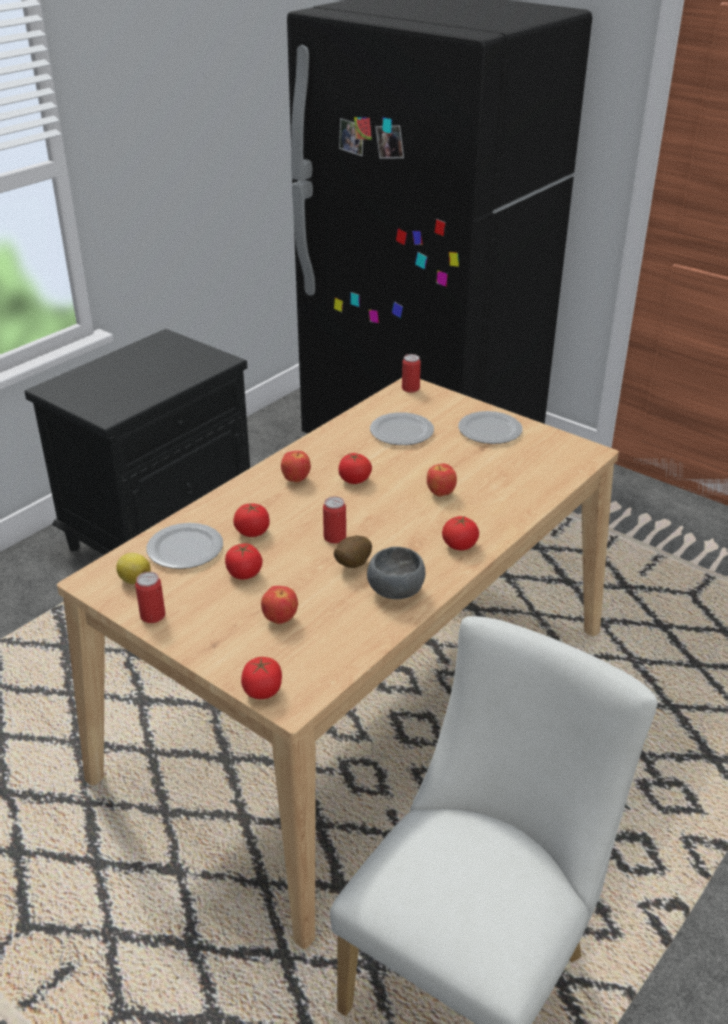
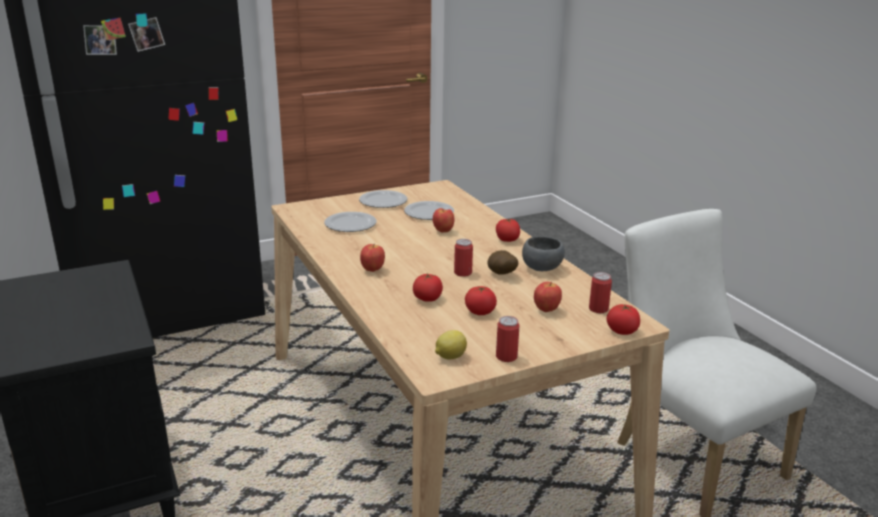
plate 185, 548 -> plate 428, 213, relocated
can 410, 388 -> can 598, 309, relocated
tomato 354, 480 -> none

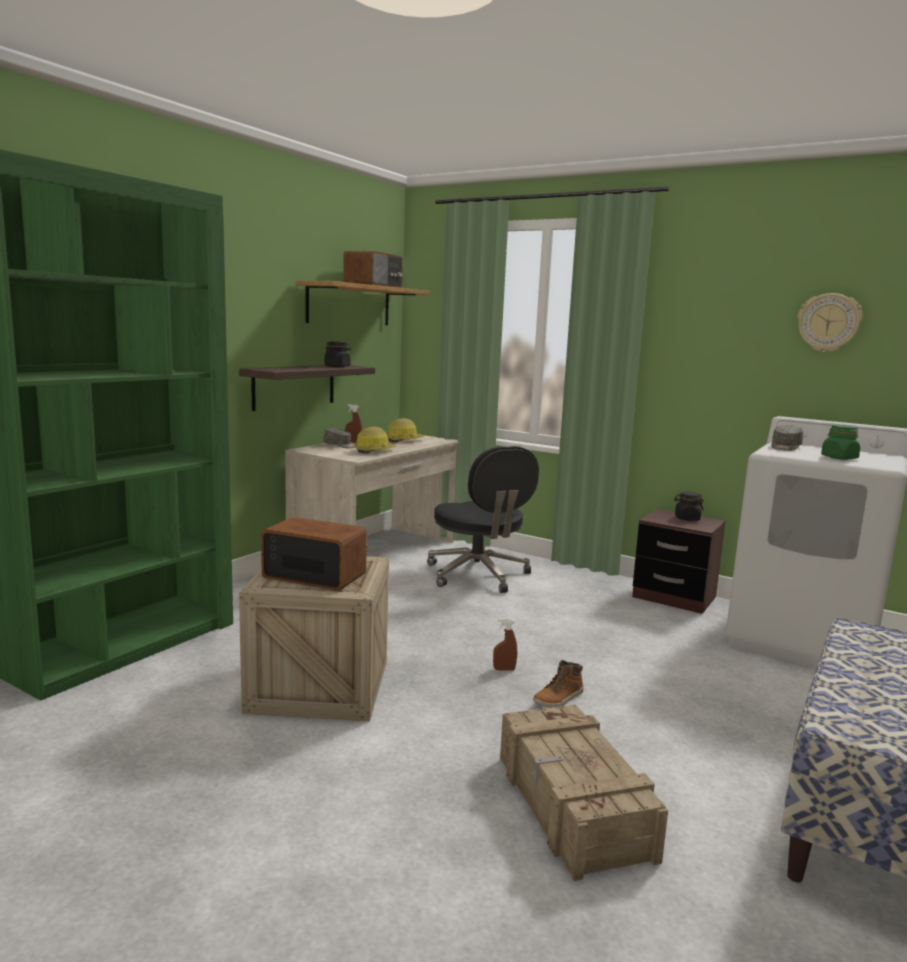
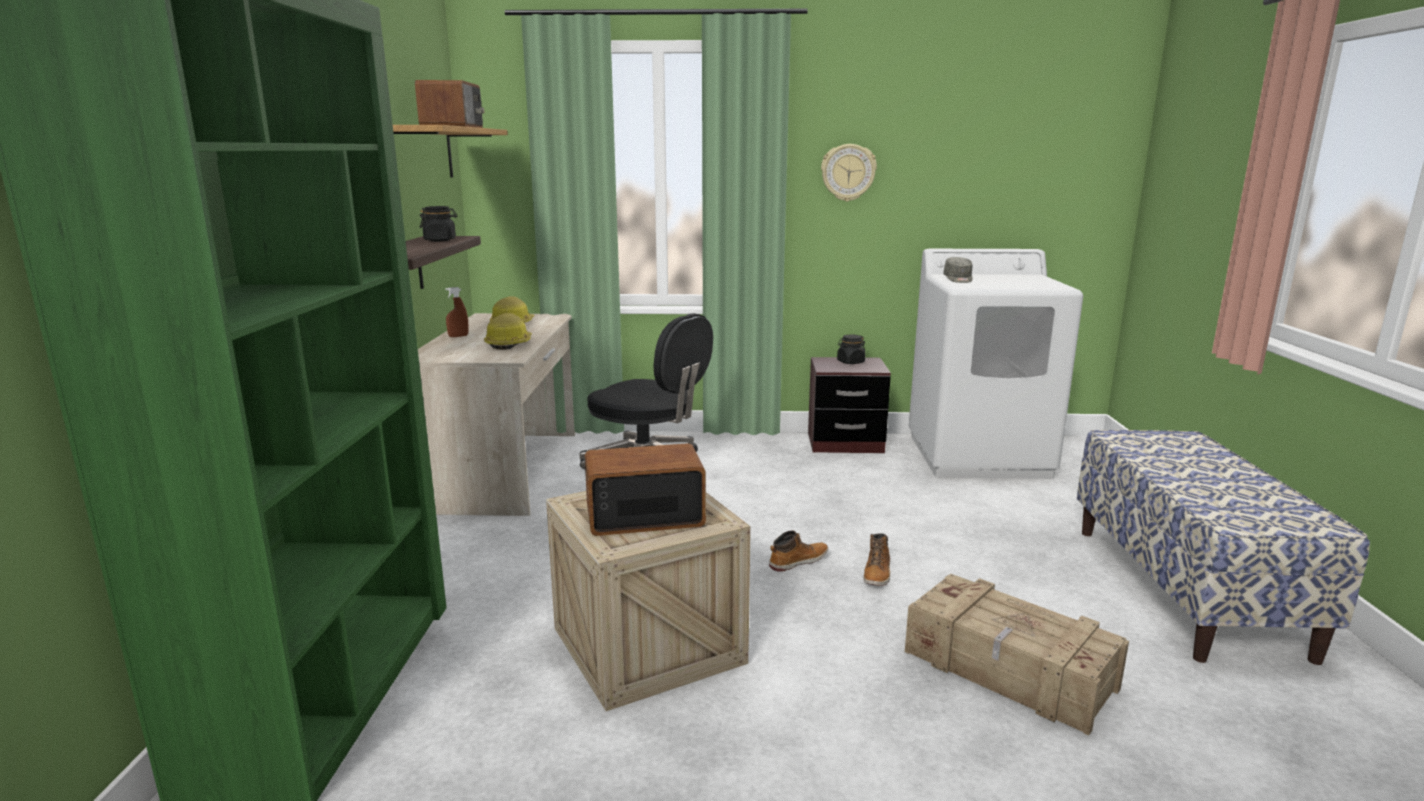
brown spray bottle 504, 669 -> boot 798, 561
wall clock 828, 323 -> wall clock 848, 172, relocated
grey cap 340, 446 -> none
green jar 839, 458 -> none

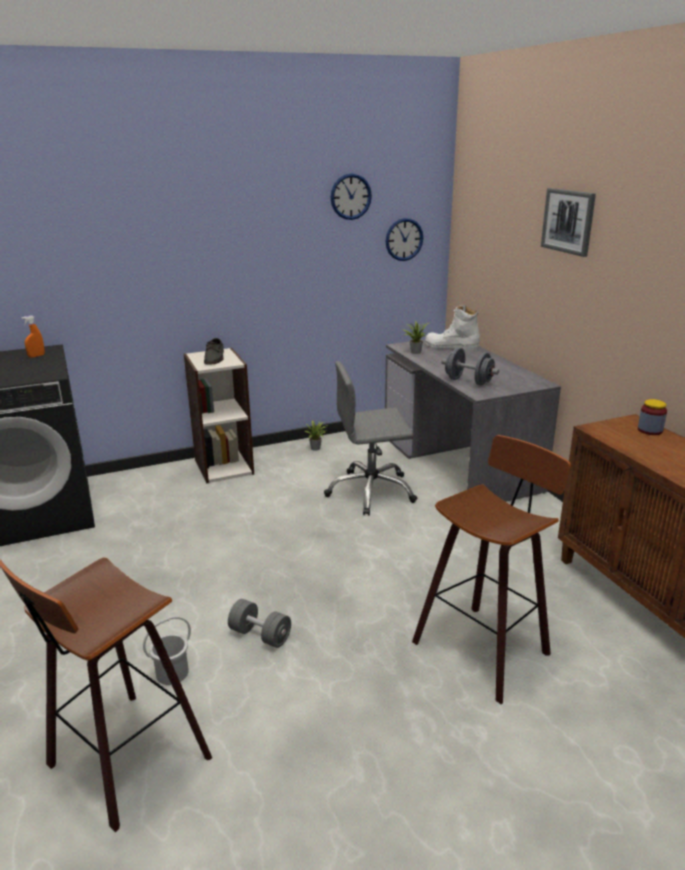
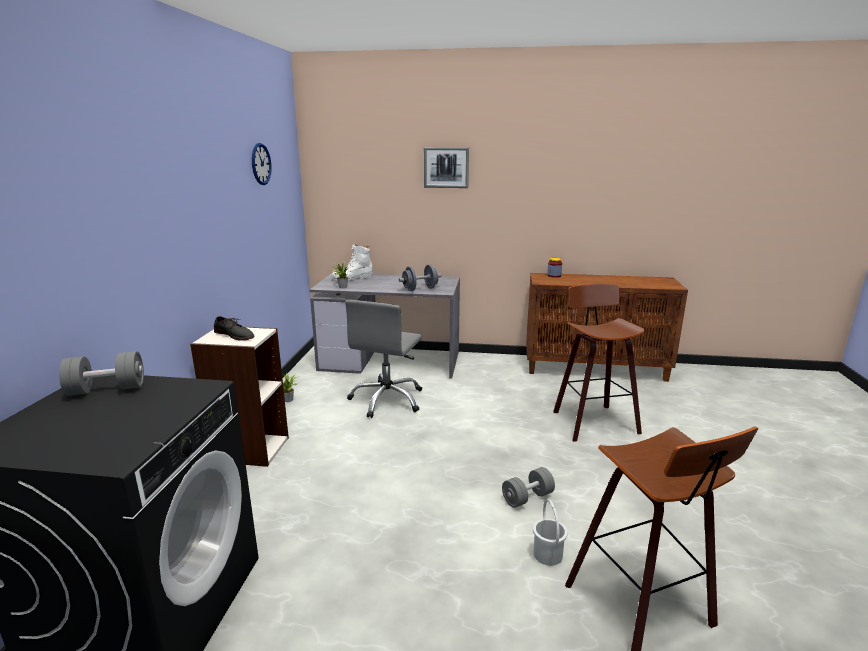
orange spray bottle 36, 356 -> grey dumbbell 107, 389
wall clock 404, 239 -> none

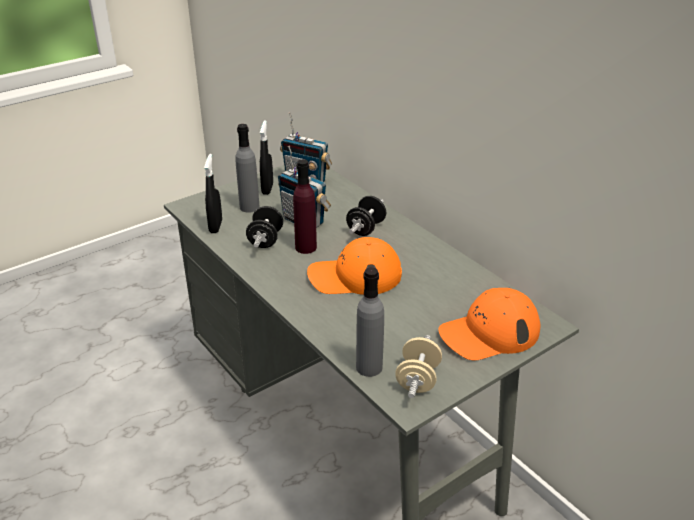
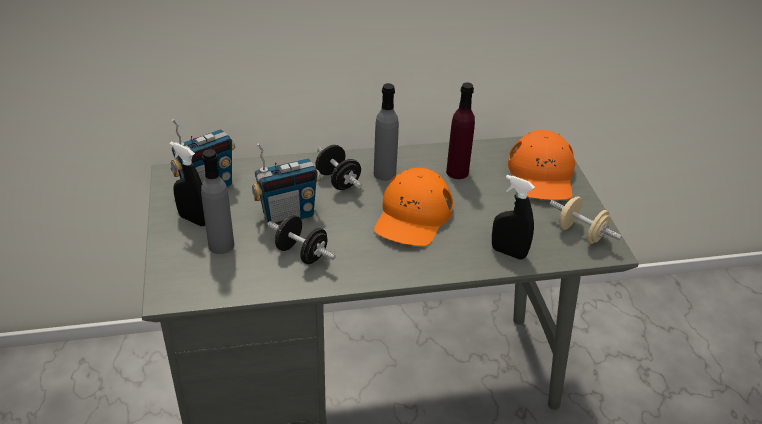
grey bottle 369, 367 -> grey bottle 384, 173, relocated
purple bottle 306, 247 -> purple bottle 457, 172, relocated
black spray bottle 215, 226 -> black spray bottle 508, 252, relocated

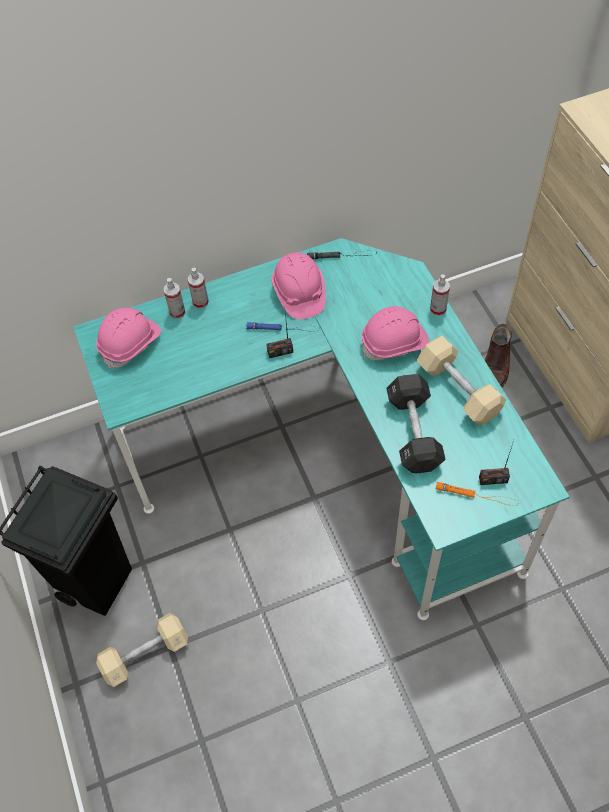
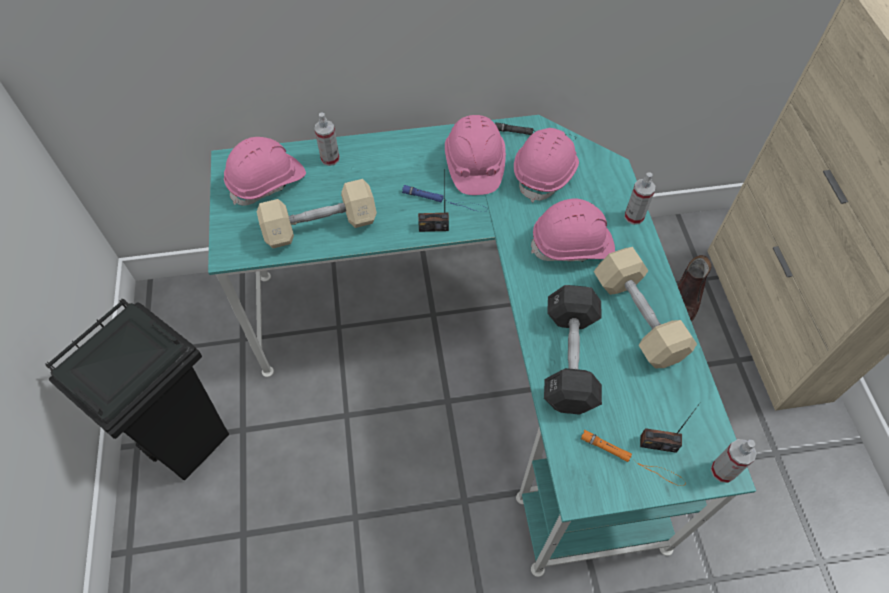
beige dumbbell 145, 654 -> beige dumbbell 320, 226, relocated
none -> pink hard hat 545, 173
spray bottle 200, 302 -> spray bottle 723, 471, relocated

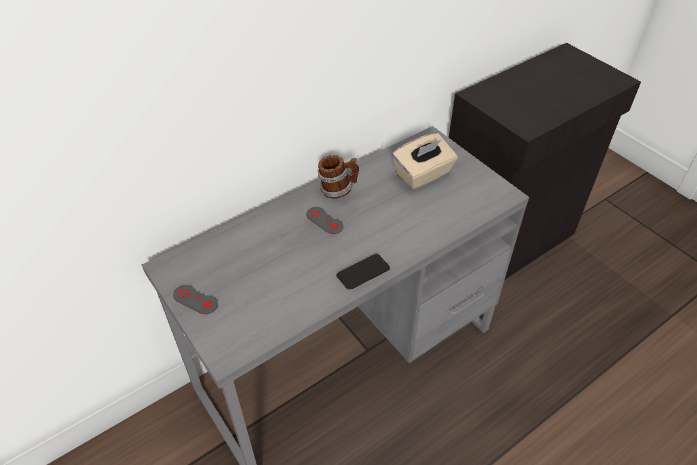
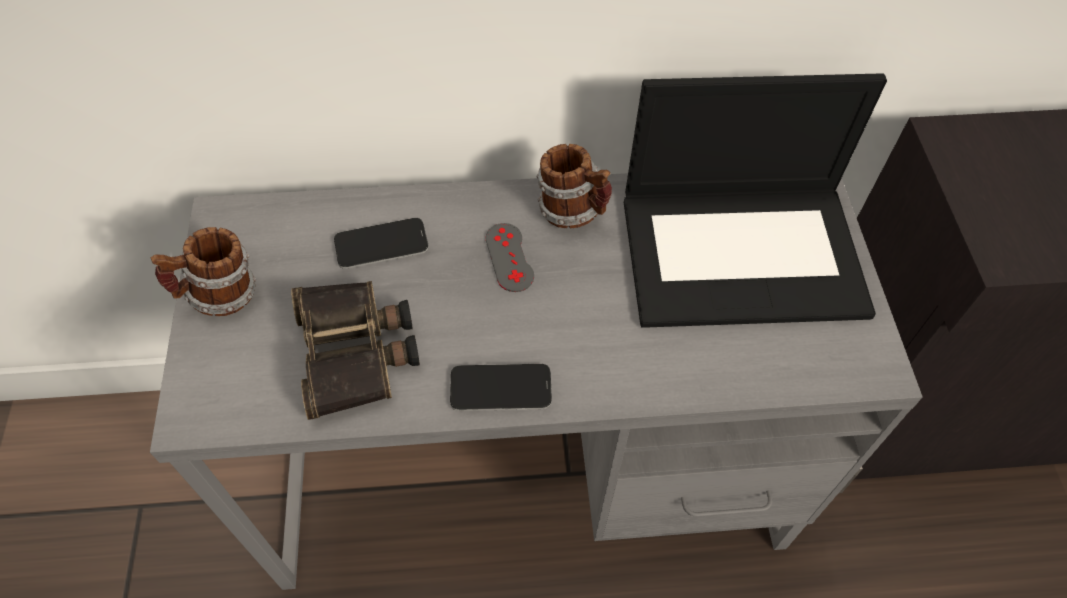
grey game controller 195, 299 -> mug 220, 296
none -> binoculars 357, 352
none -> phone 381, 244
beige tissue box 423, 175 -> laptop 744, 252

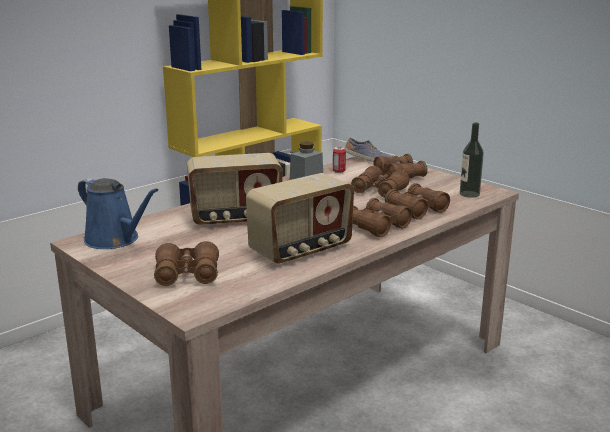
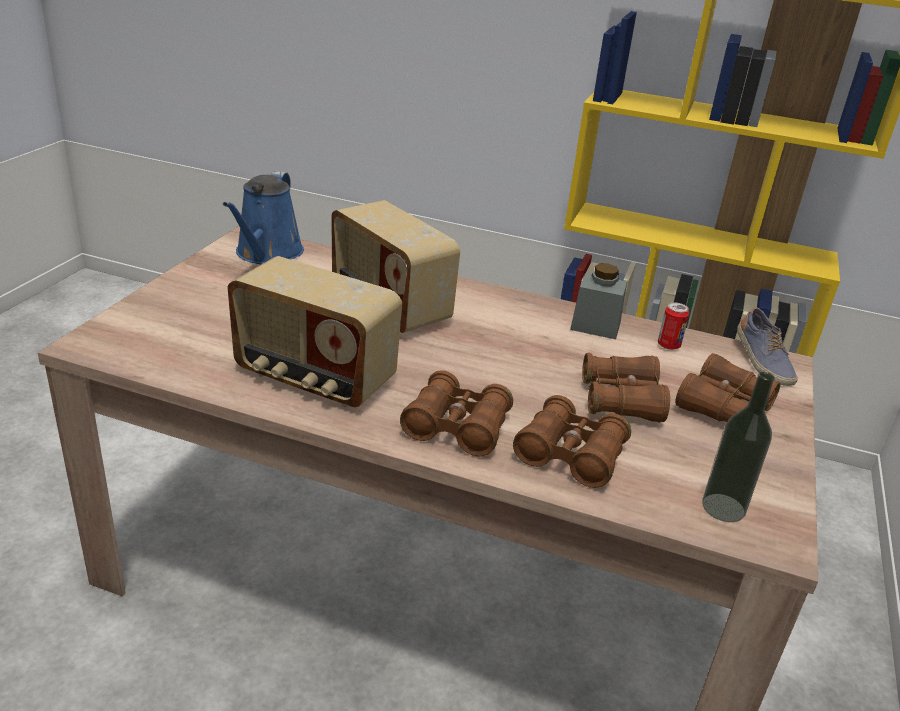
brown binoculars 187, 275 -> none

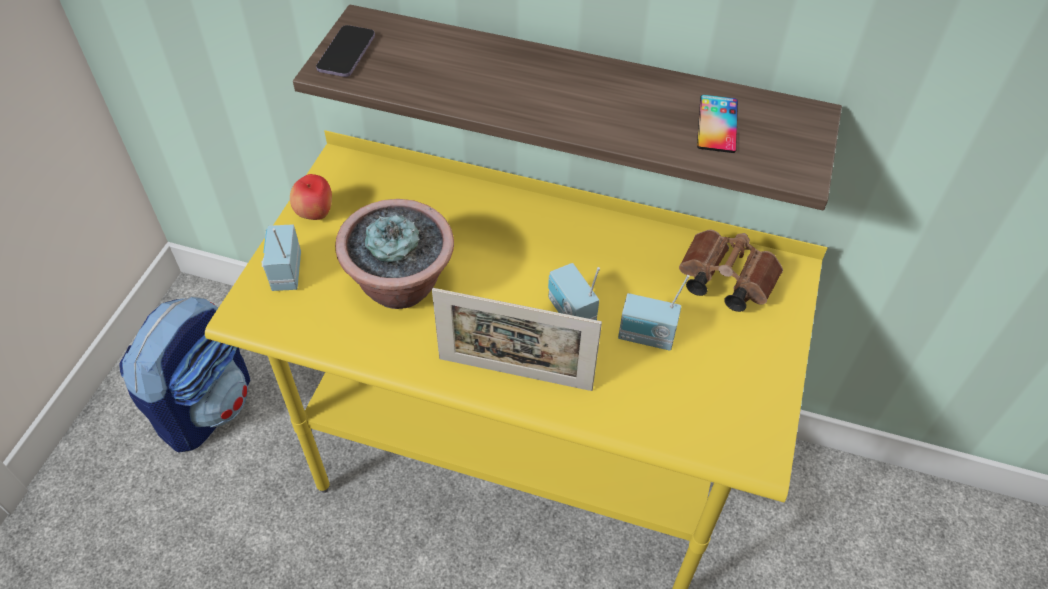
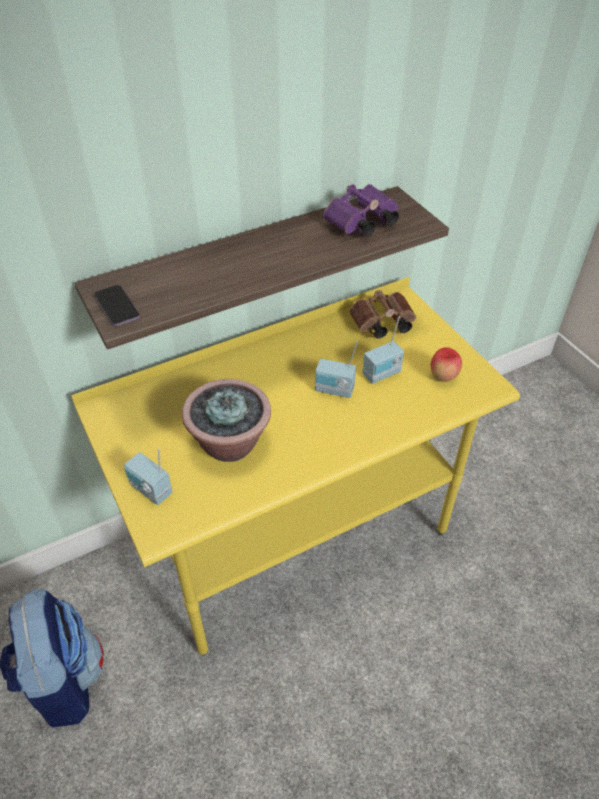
phone 717, 124 -> purple binoculars 361, 224
apple 315, 214 -> apple 443, 377, relocated
picture frame 515, 374 -> none

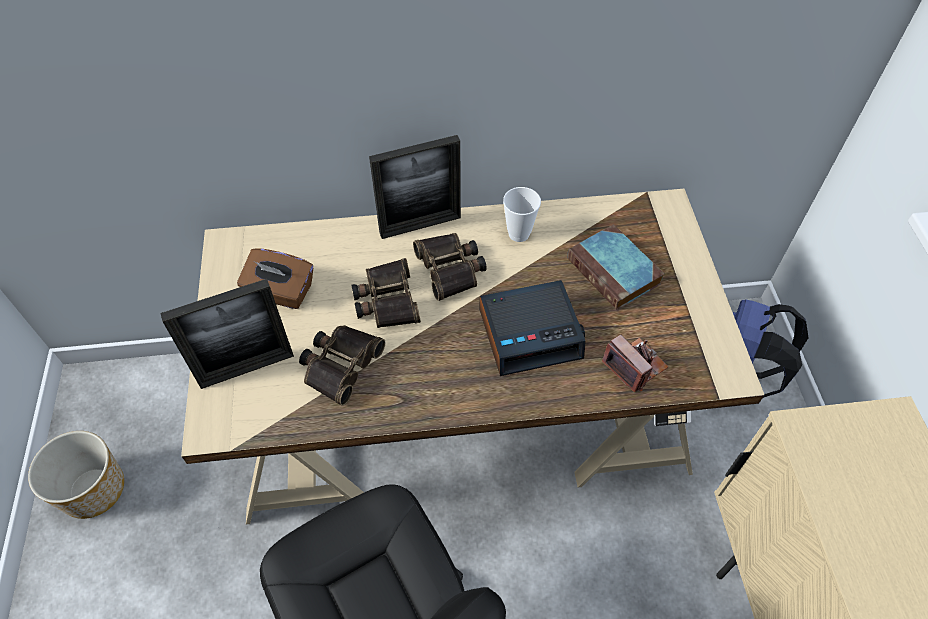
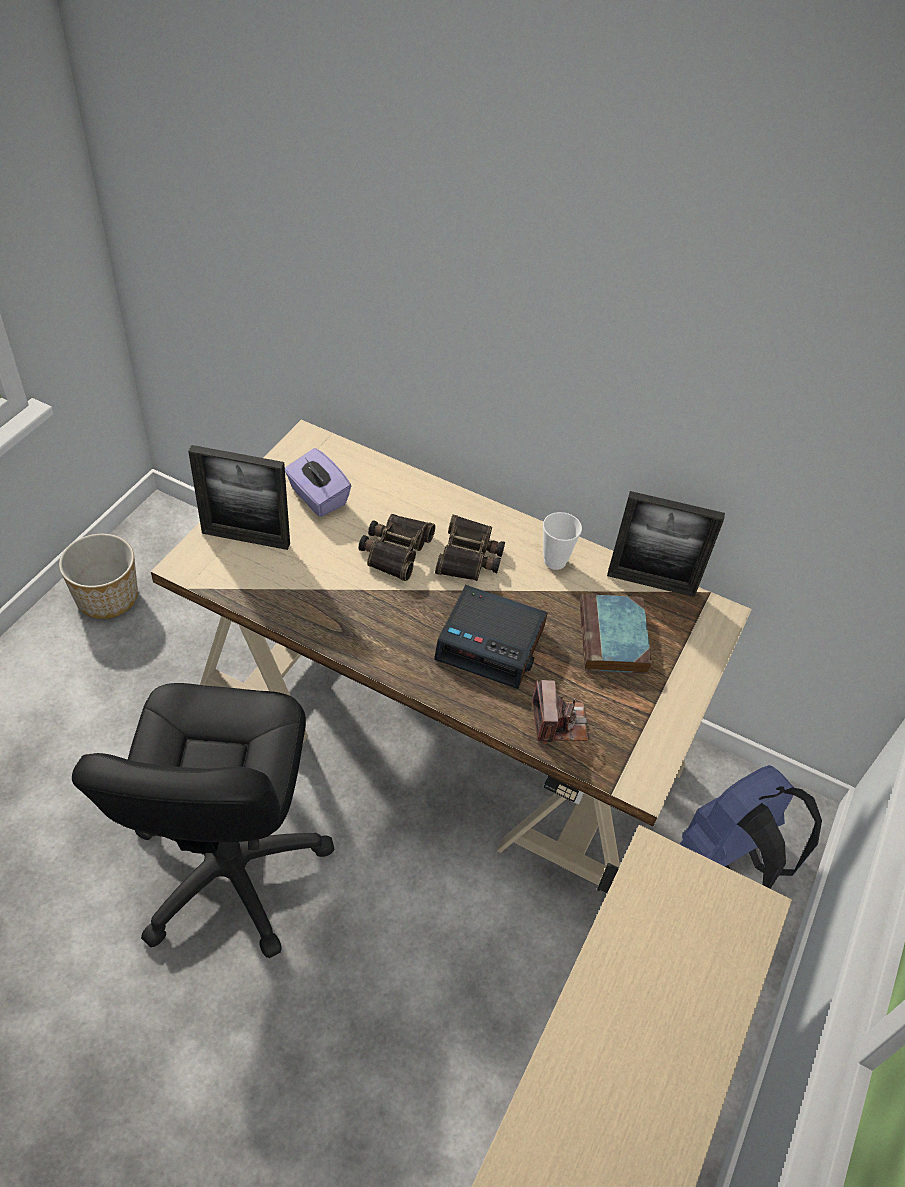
brown tissue box 280, 292 -> purple tissue box 317, 497
picture frame 420, 225 -> picture frame 651, 583, relocated
binoculars 340, 364 -> none

